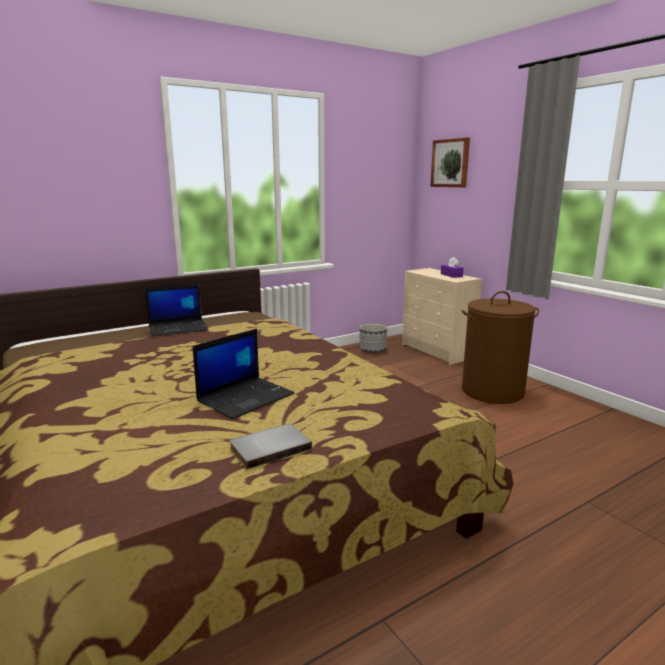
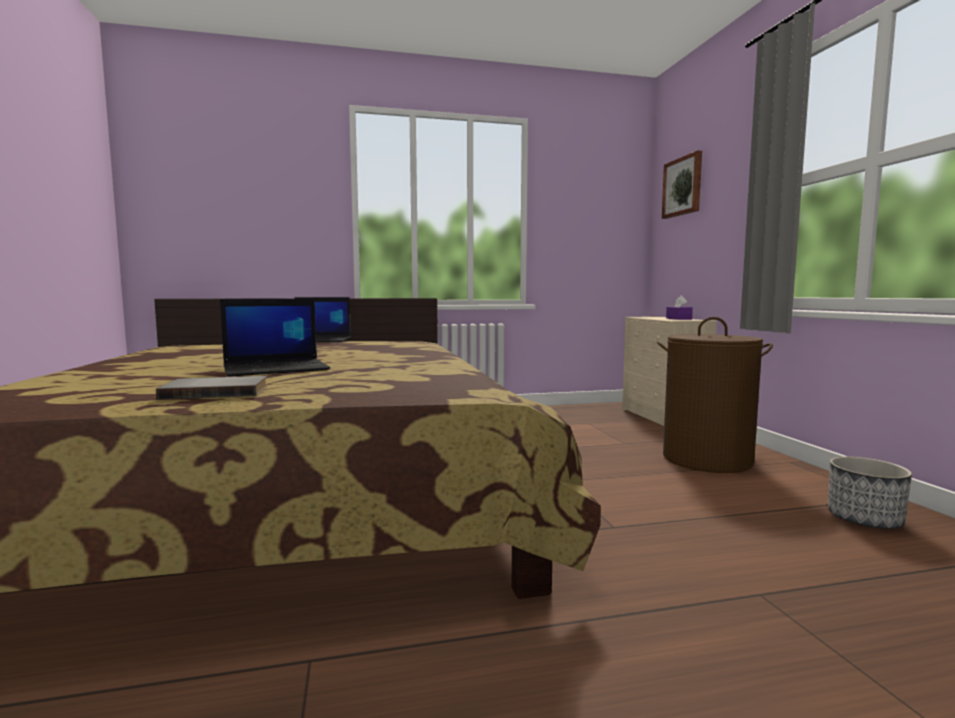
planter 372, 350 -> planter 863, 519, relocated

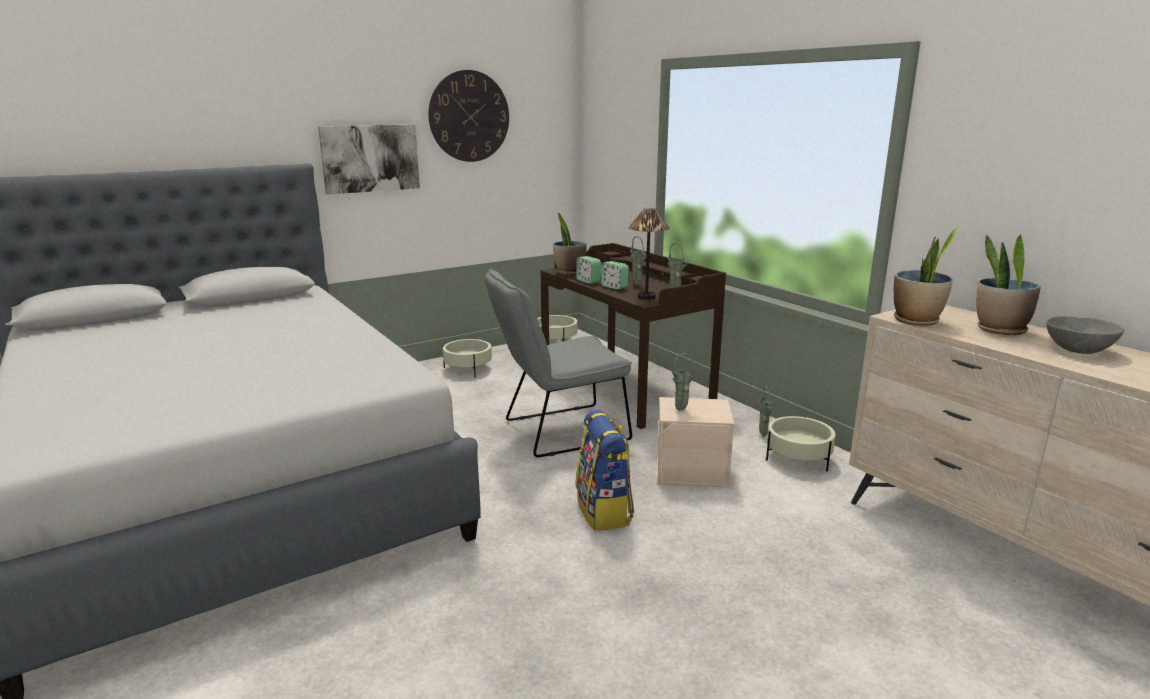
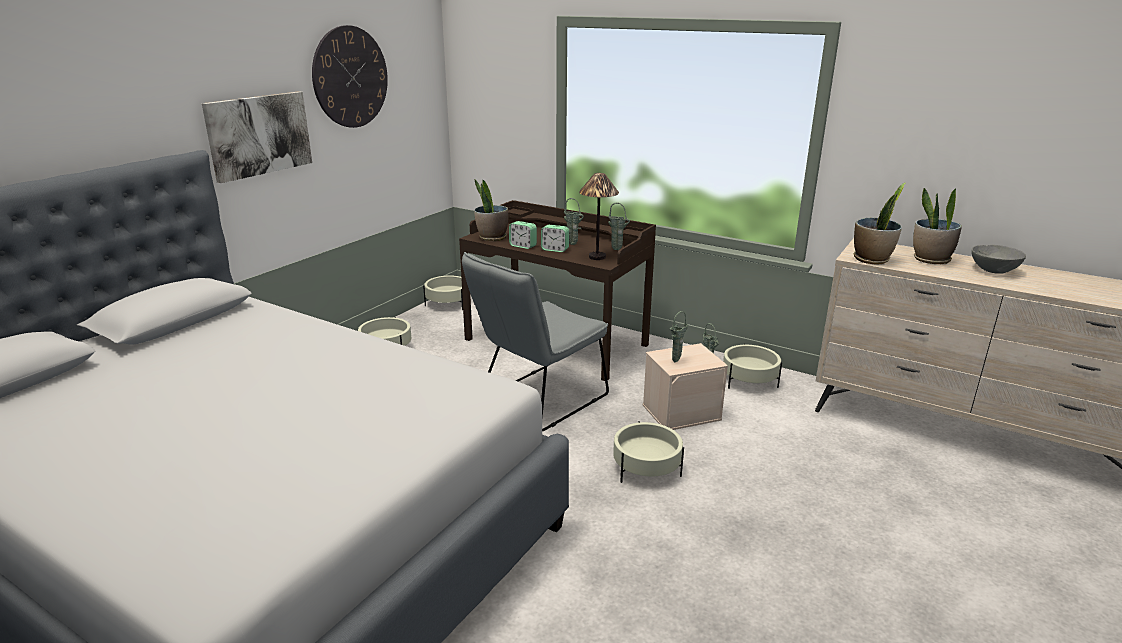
backpack 604, 511 -> beige planter 646, 469

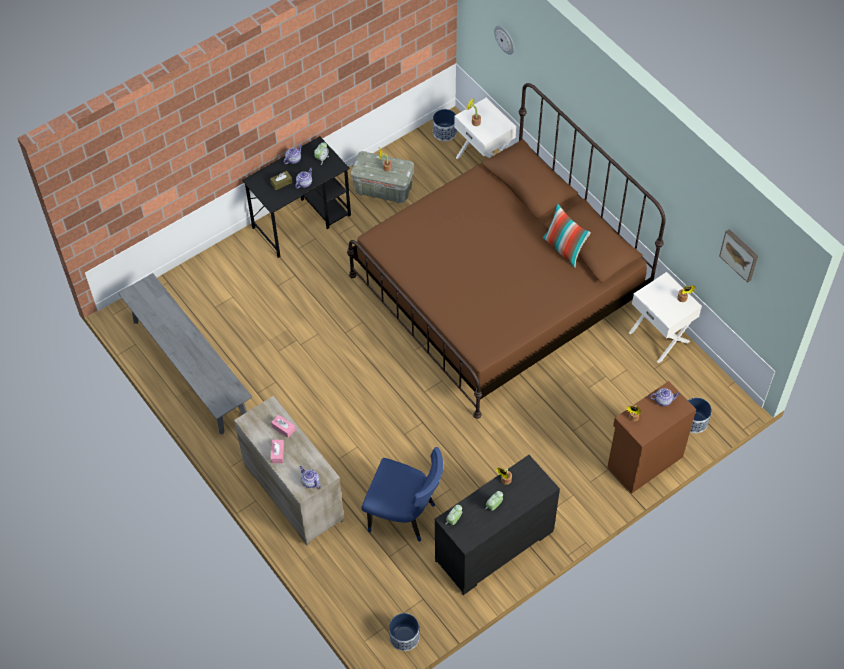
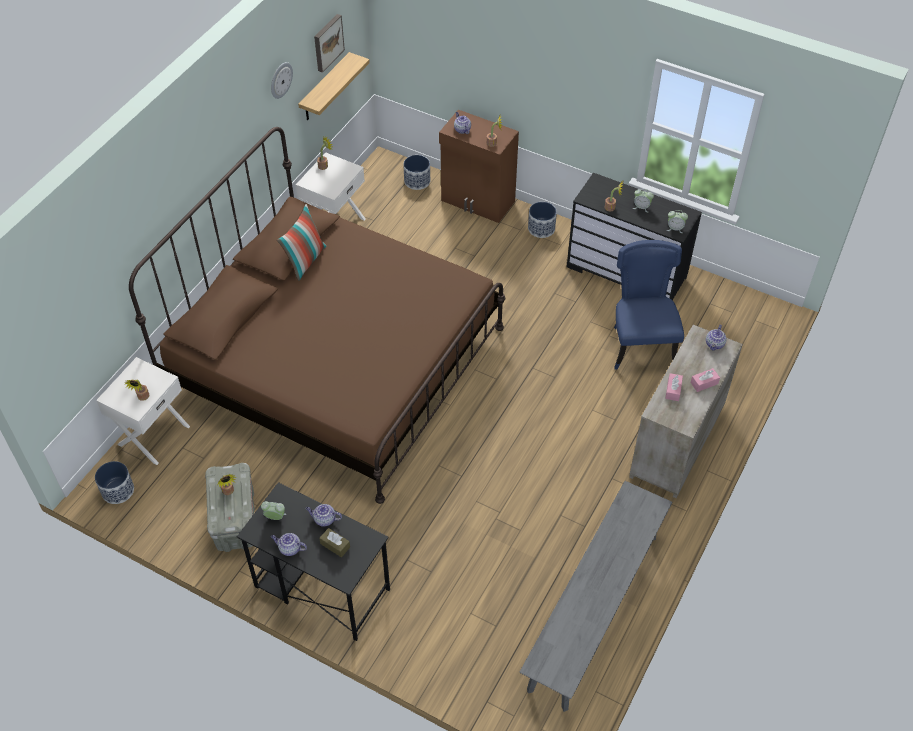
wall clock 505, 39 -> wall clock 280, 80, relocated
none -> shelf 325, 88
planter 404, 637 -> planter 541, 229, relocated

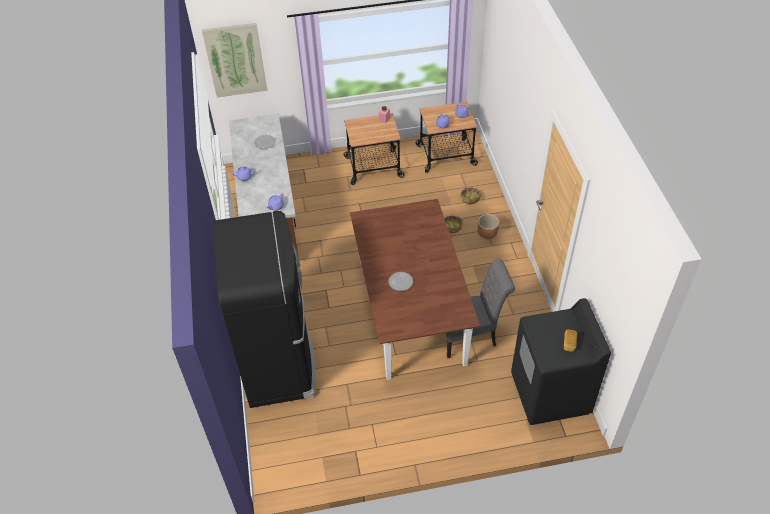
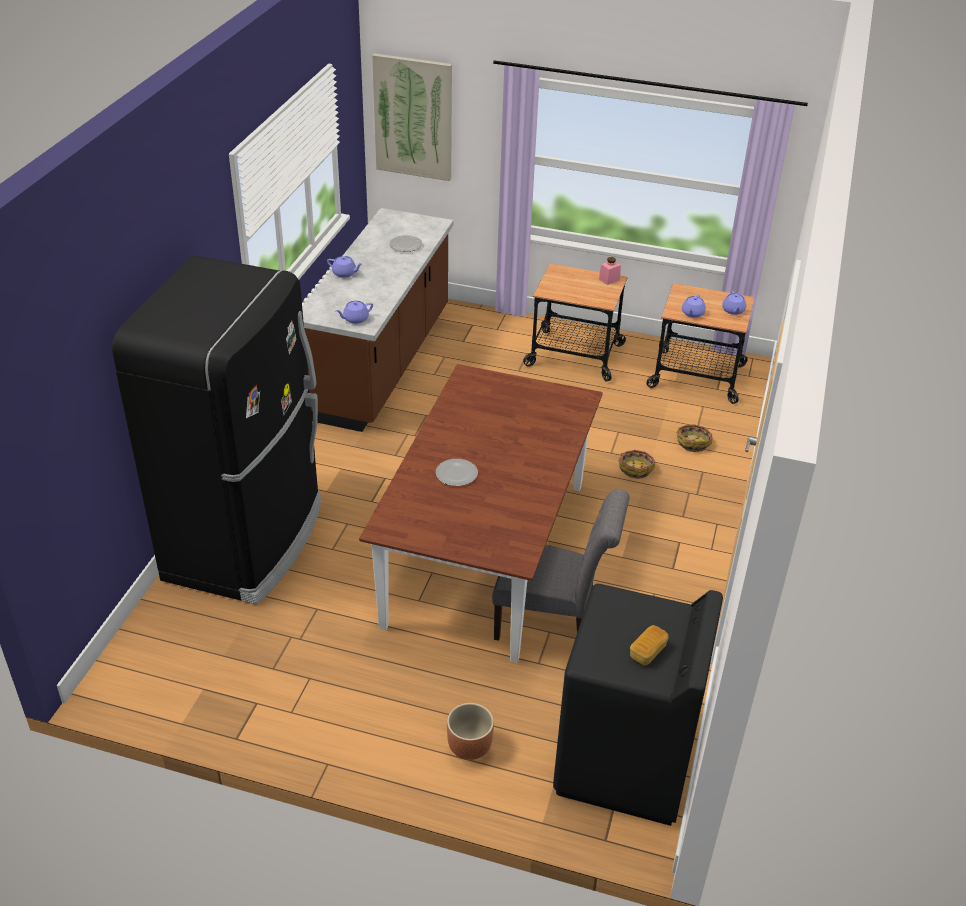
brown planter 487, 234 -> brown planter 470, 746, relocated

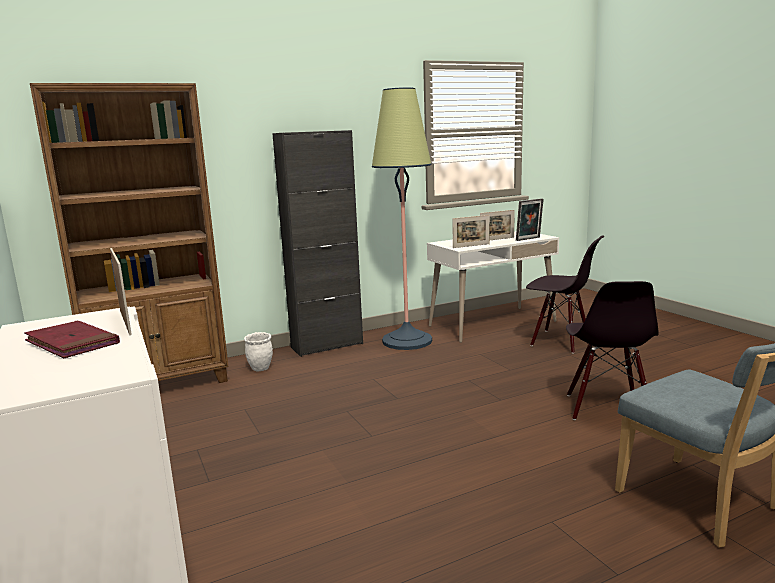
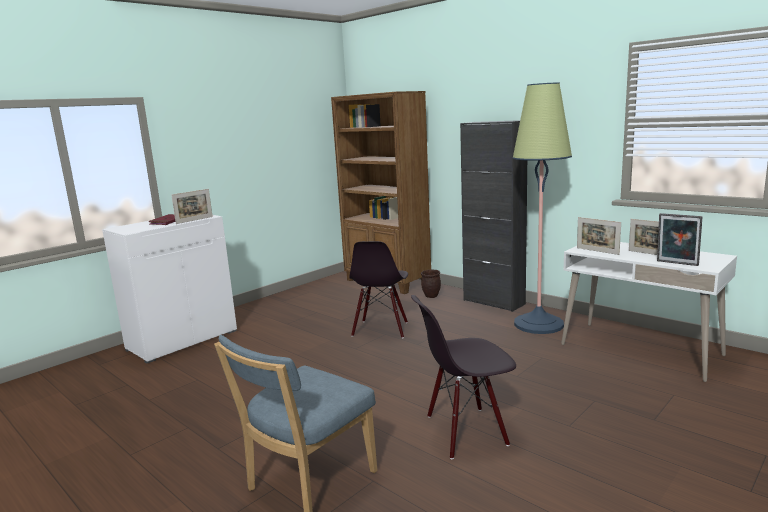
black chair 560, 341 -> black chair 381, 329, relocated
white planter 260, 369 -> brown planter 431, 296

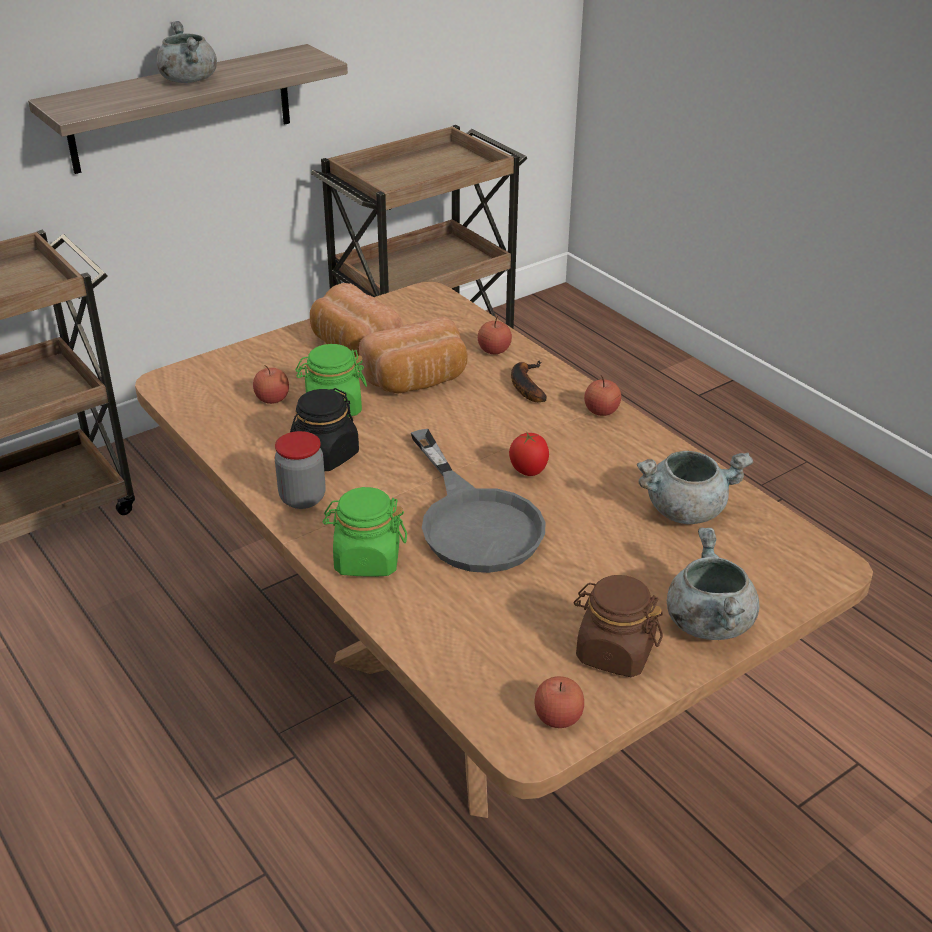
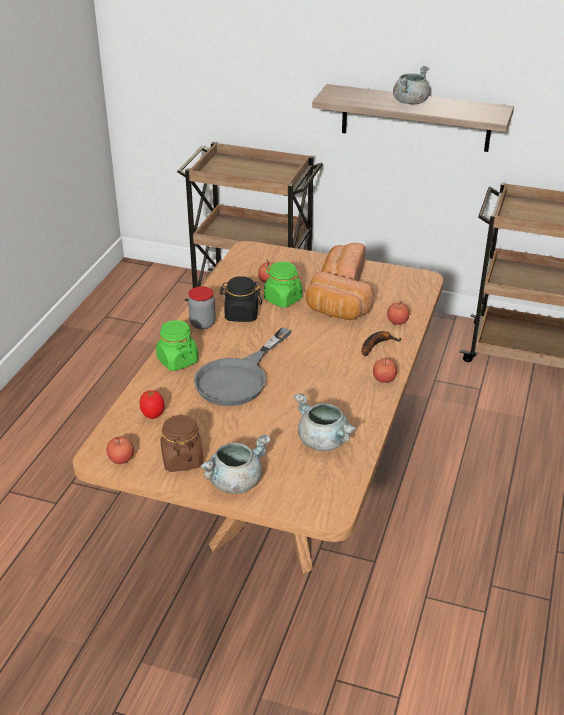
tomato 528, 472 -> tomato 153, 415, relocated

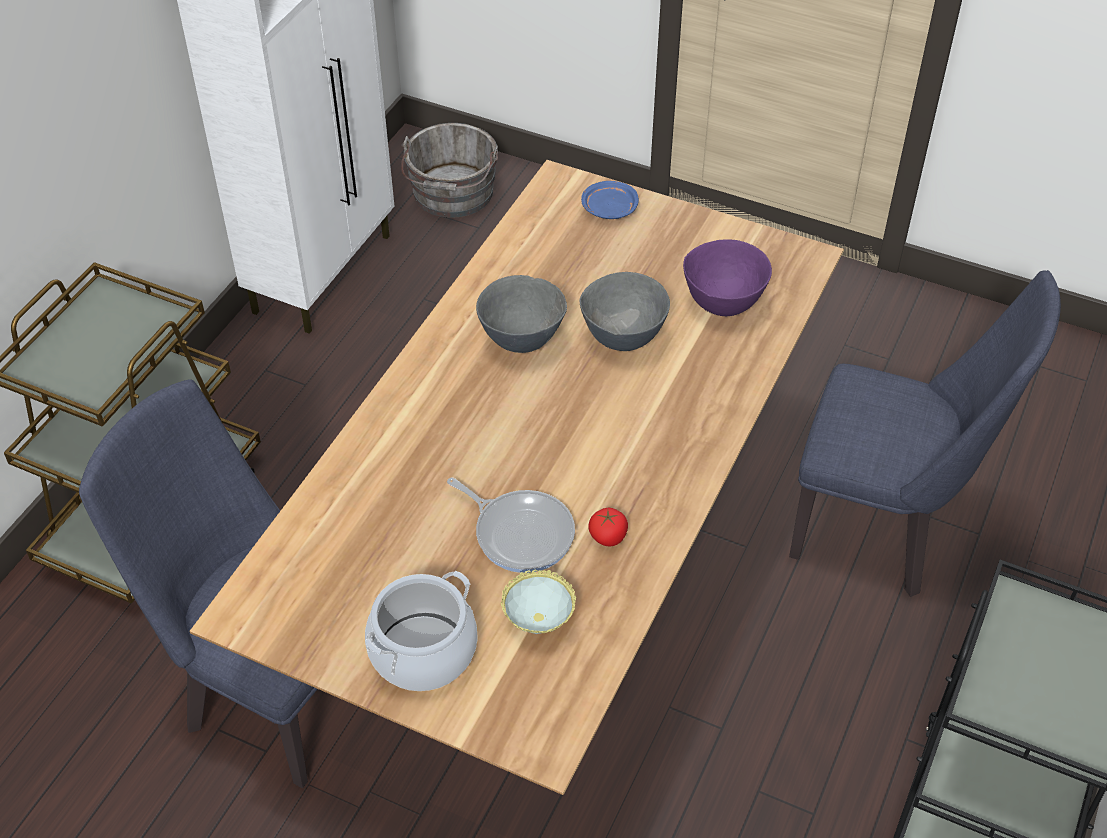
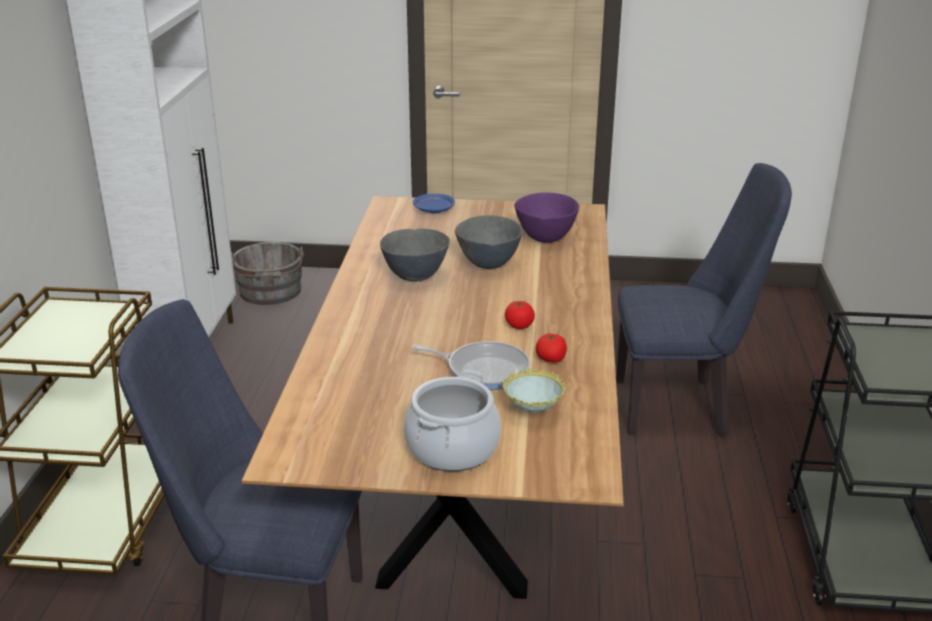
none -> tomato 519, 325

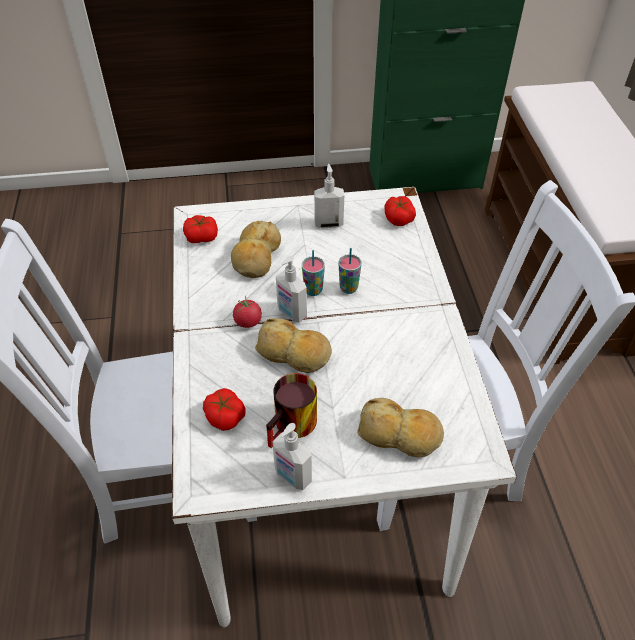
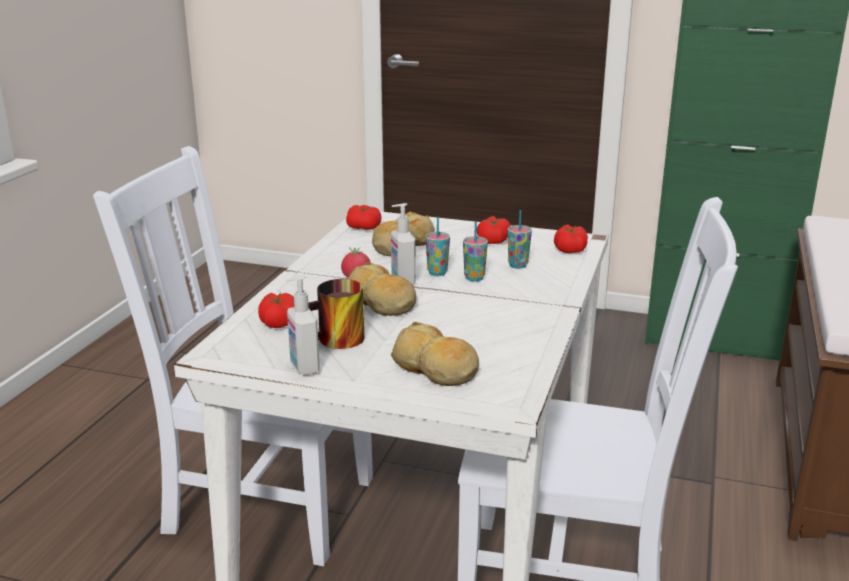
soap dispenser 328, 223 -> tomato 493, 240
none -> cup 518, 265

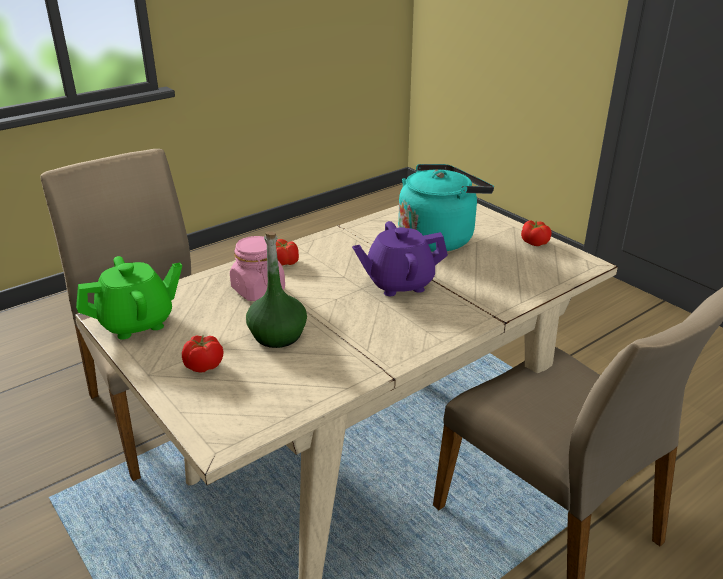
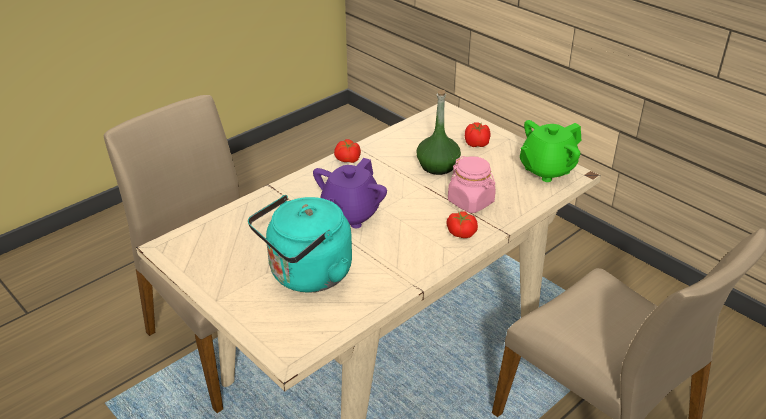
purple teapot 399, 283 -> purple teapot 350, 214, 135 degrees clockwise
tomato 535, 242 -> tomato 347, 159, relocated

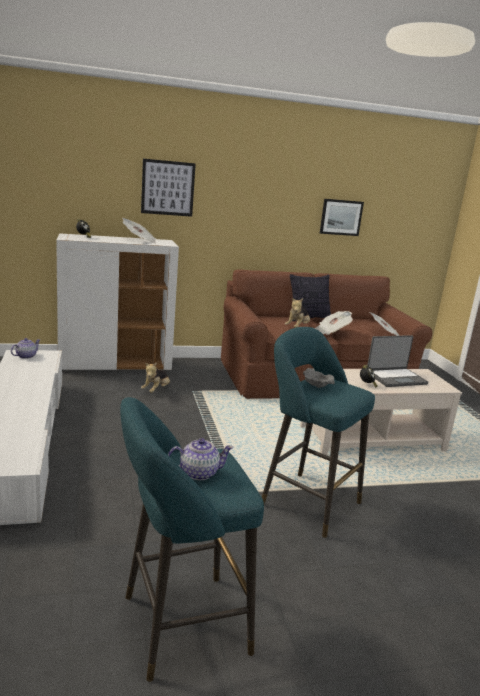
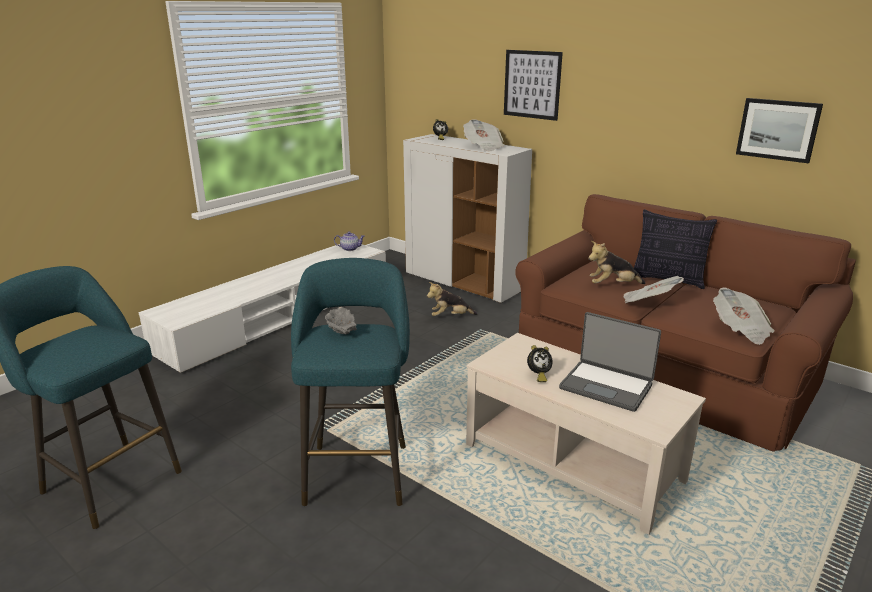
teapot 198, 473 -> none

